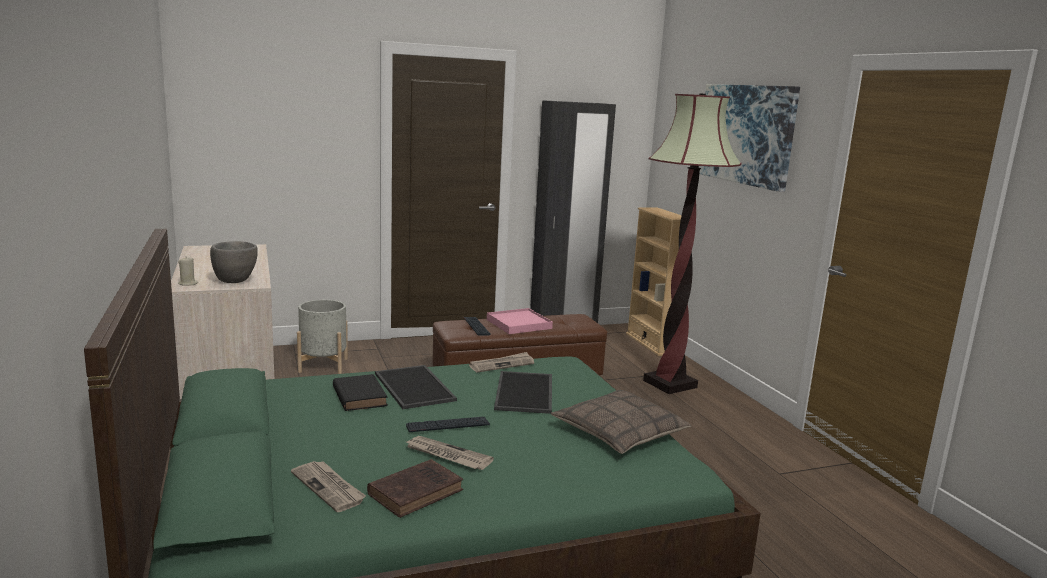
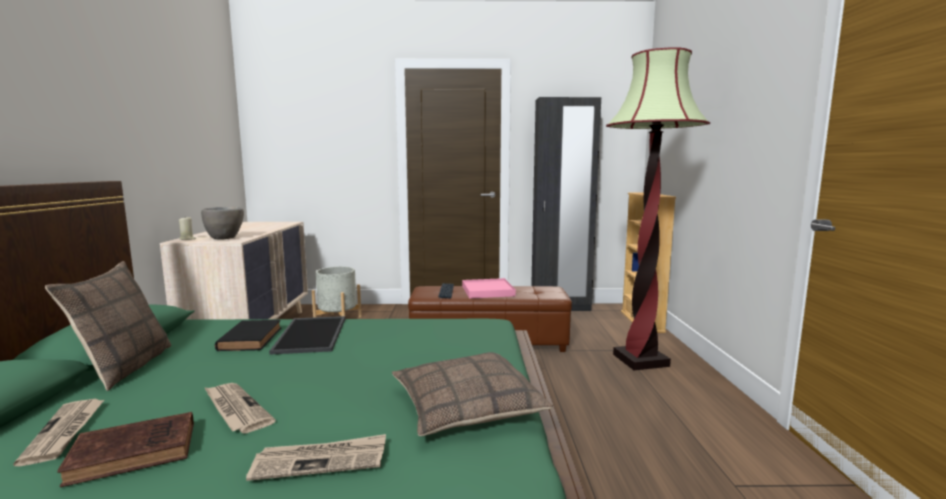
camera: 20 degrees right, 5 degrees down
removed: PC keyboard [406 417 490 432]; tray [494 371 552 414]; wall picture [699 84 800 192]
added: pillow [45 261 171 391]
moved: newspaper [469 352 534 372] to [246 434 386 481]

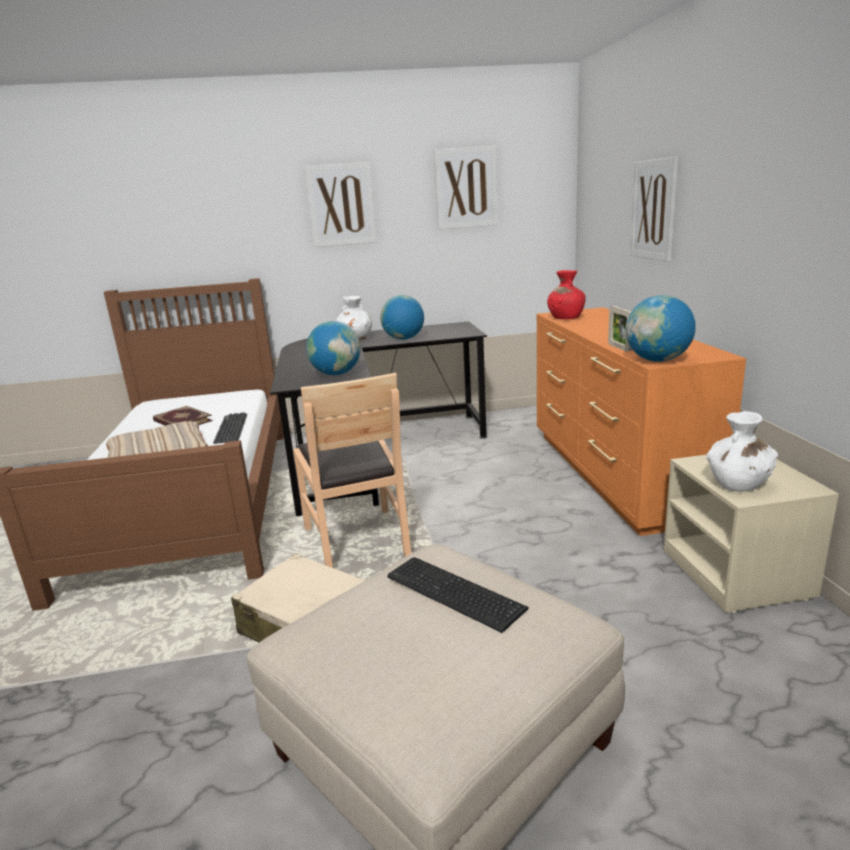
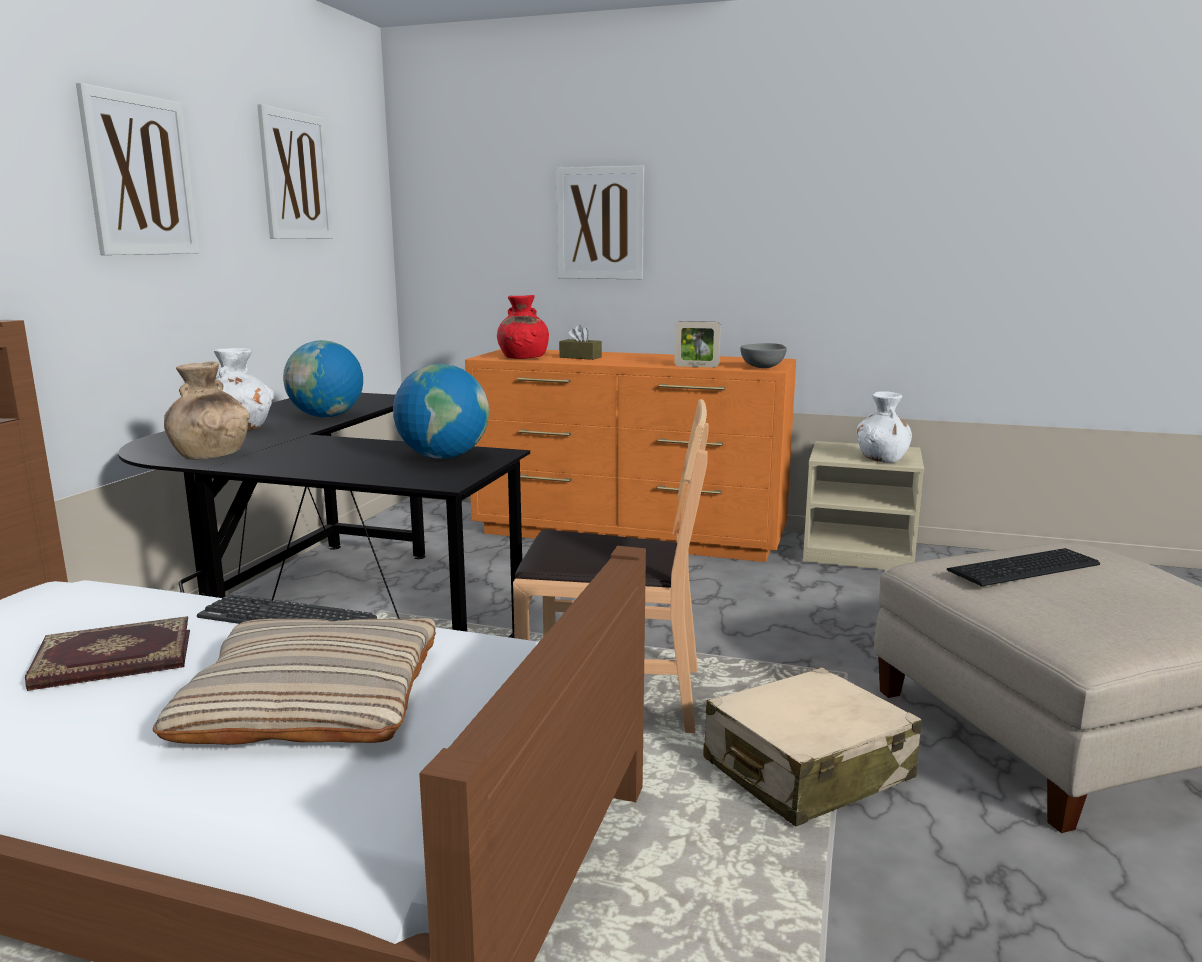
camera: 65 degrees left, 5 degrees down
added: decorative vase (brown) [164 361 250 460]; box of tissues (brown) [559 325 602 360]
replaced: desk globe [625 295 696 362] to deep dish (gray) [740 343 787 368]

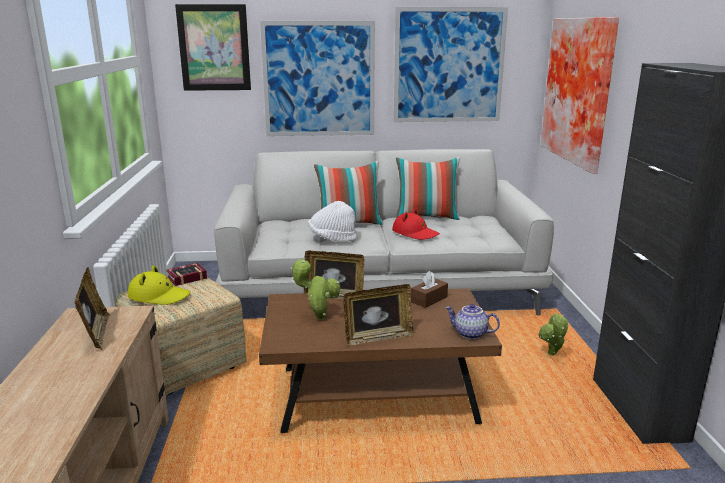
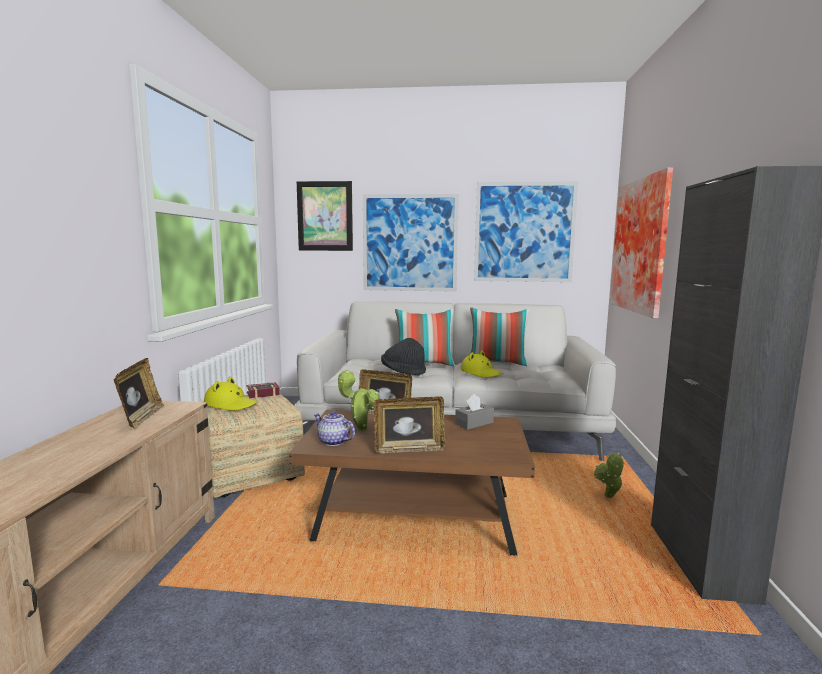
camera: 10 degrees right, 10 degrees down
moved: teapot [445 304 500 339] to [314 411 355 446]
recoloured: clothing hat (white-coloured) [308 201 357 242] to clothing hat (black) [381 338 426 375]; box of tissues (brown) [411 271 448 308] to box of tissues (gray) [455 394 494 430]; clothing hat (reddish) [392 209 440 240] to clothing hat (yellowish) [460 350 503 378]

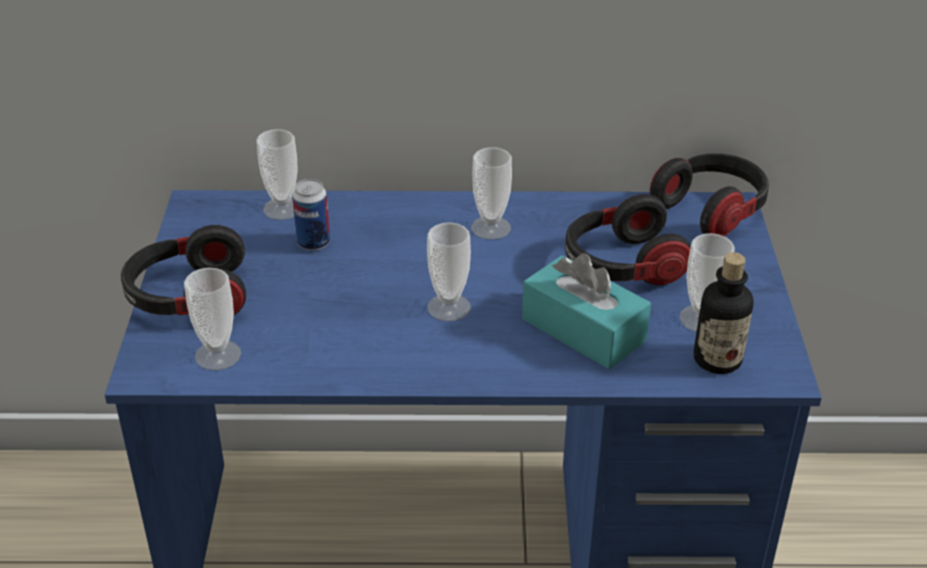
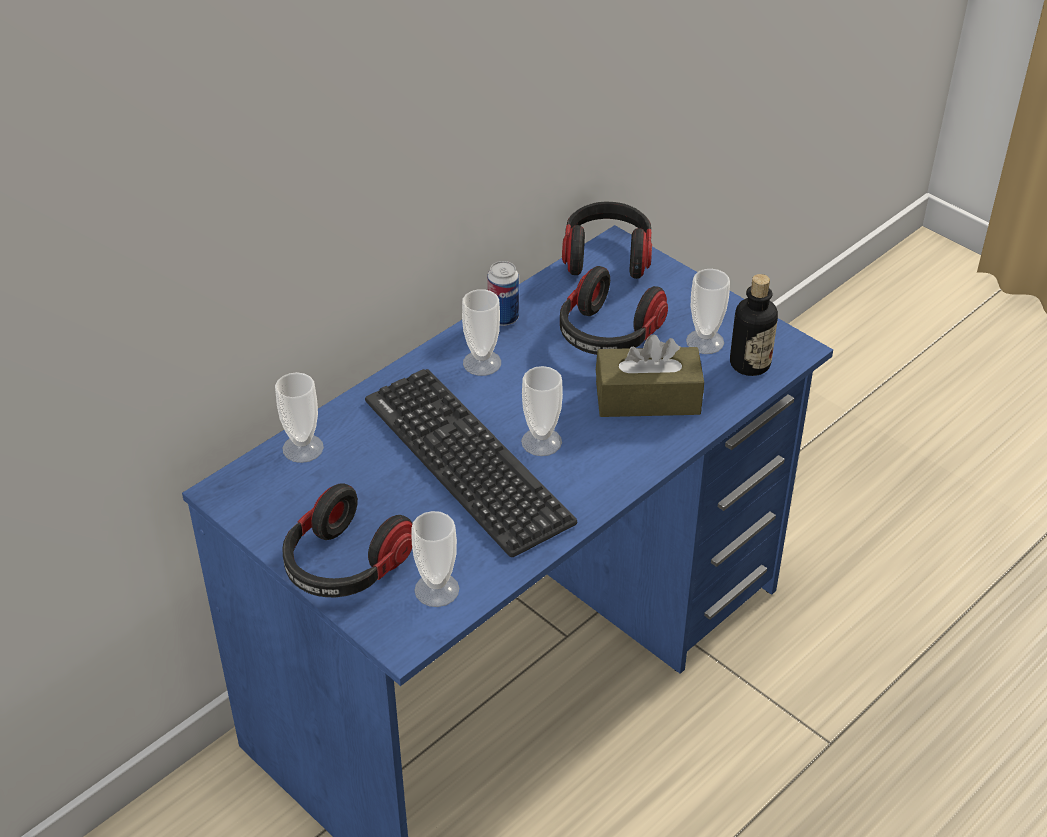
camera: 45 degrees left, 5 degrees up
added: PC keyboard [365 369 577 557]
moved: sealed can [292 179 330 251] to [487 261 519 326]
recoloured: box of tissues (blue-green) [522 253 651 370] to box of tissues (brown) [596 334 704 417]

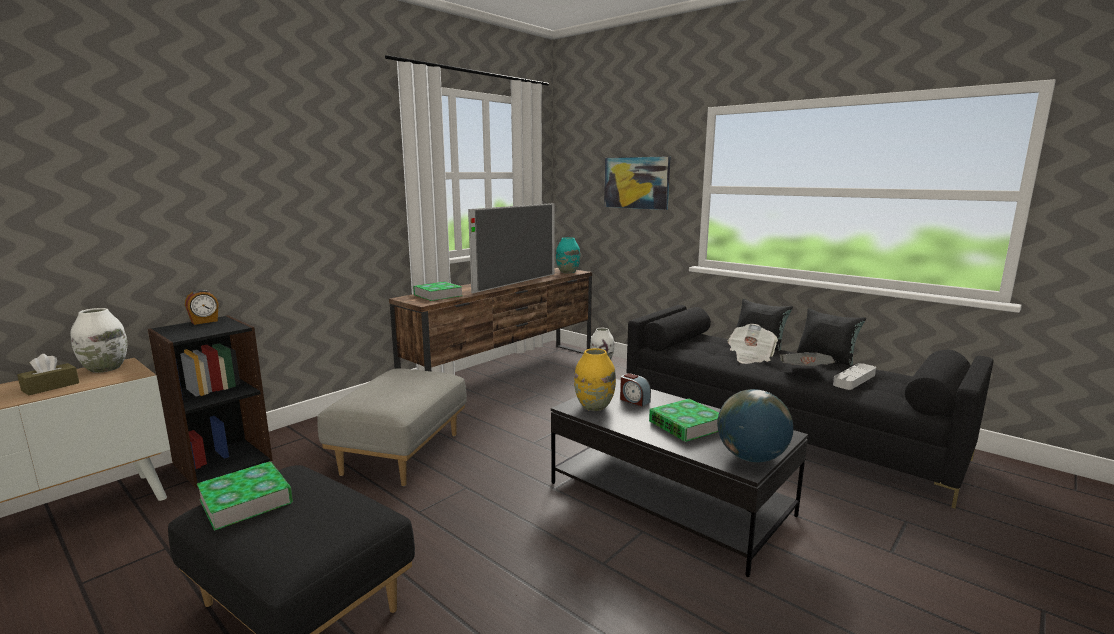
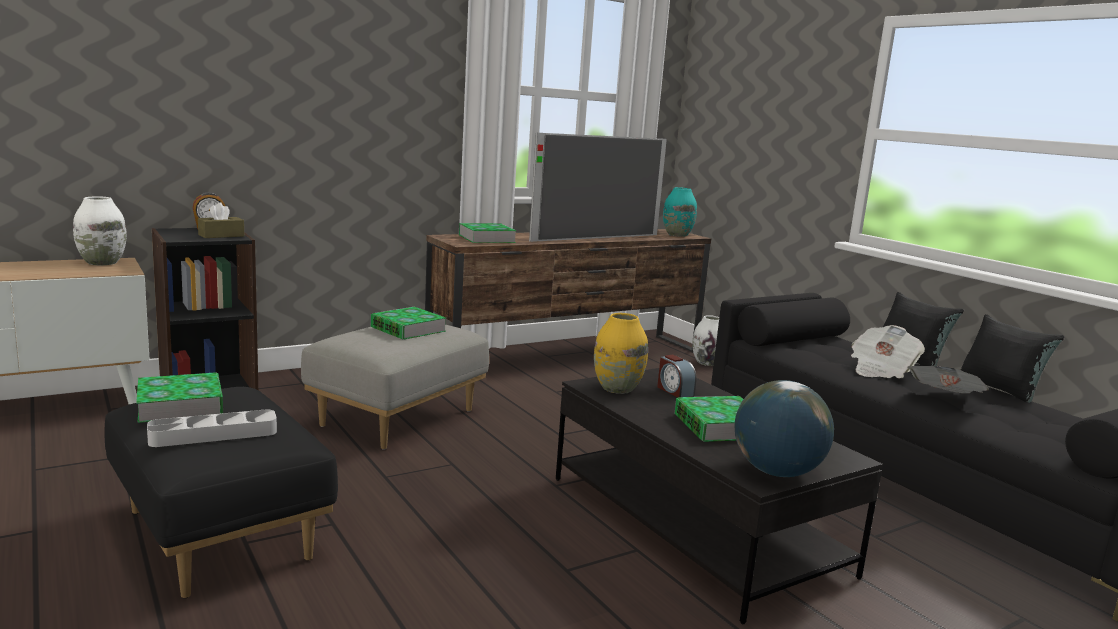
camera: 15 degrees right, 0 degrees up
removed: wall picture [604 156 670 210]
added: bound book [371 307 446 340]
moved: tray (gray) [833 363 876 390] to [147 410 277 447]; box of tissues (brown) [17 354 79 395] to [198 203 244 238]

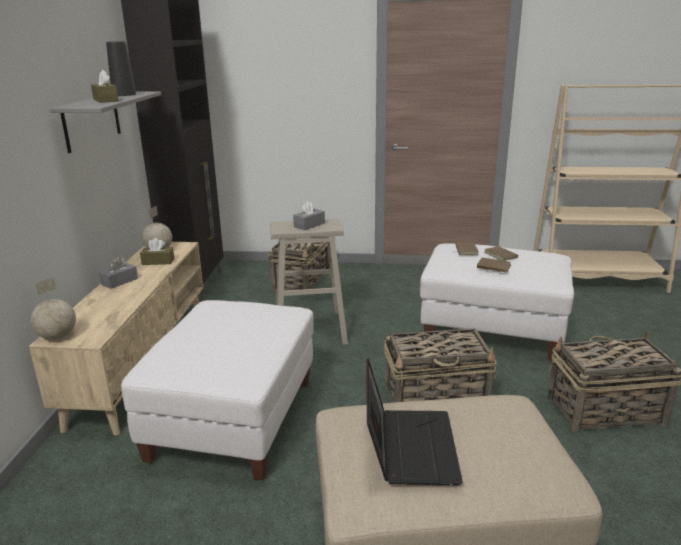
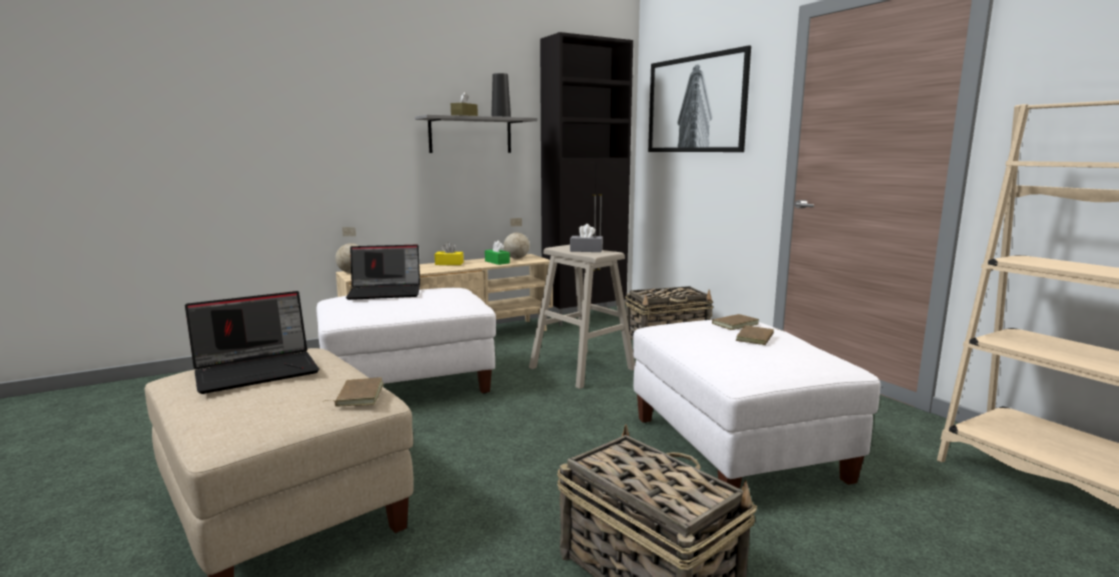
camera: 55 degrees right, 10 degrees down
removed: basket [384 329 497 403]
added: laptop [346 245 420 300]; wall picture [648 46 751 152]
moved: bound book (brown) [477 258 511 273] to [323 377 384 407]
recoloured: box of tissues (gray) [99 257 138 289] to box of tissues (yellowish) [435 242 464 265]; box of tissues (brown) [140 238 174 265] to box of tissues (green-coloured) [485 240 510 265]

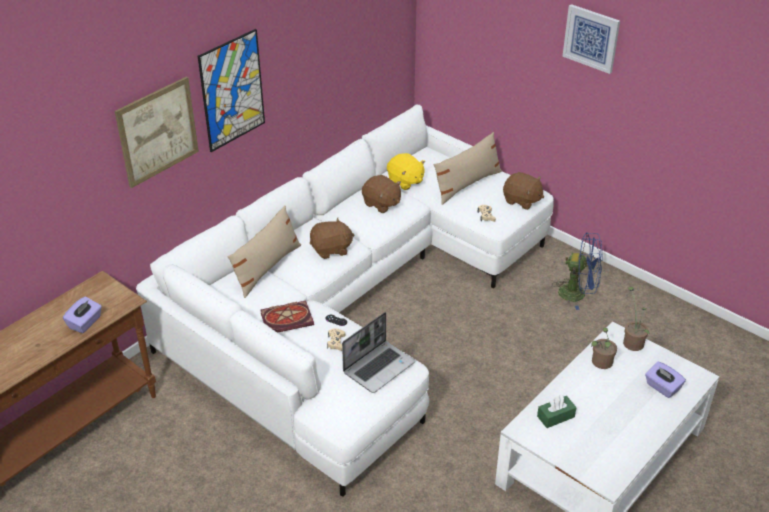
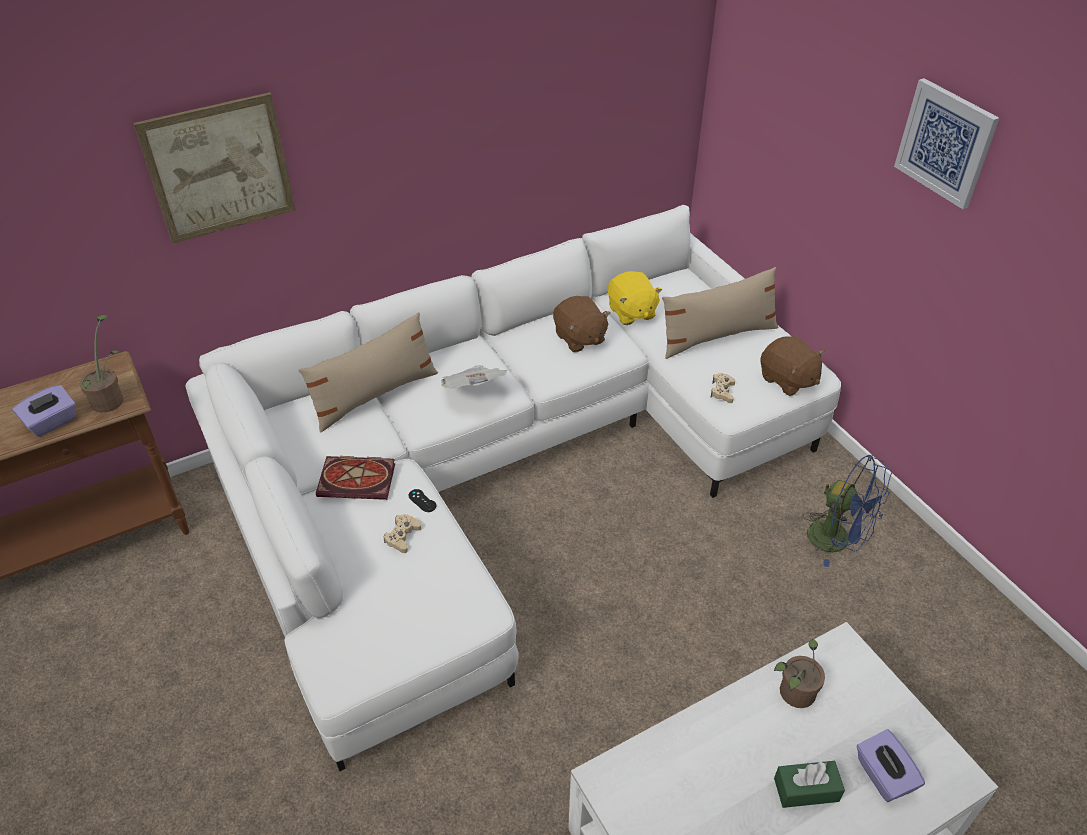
camera: 20 degrees right, 5 degrees up
removed: wall picture [198 29 265 152]; laptop [342 312 415 393]
moved: plant in a pot [623 287 650 351] to [79 315 124 413]; box of tissues (green-coloured) [537 395 577 428] to [774 761 845 808]
replaced: soft toy (brown) [310 218 355 259] to newspaper [441 365 507 389]

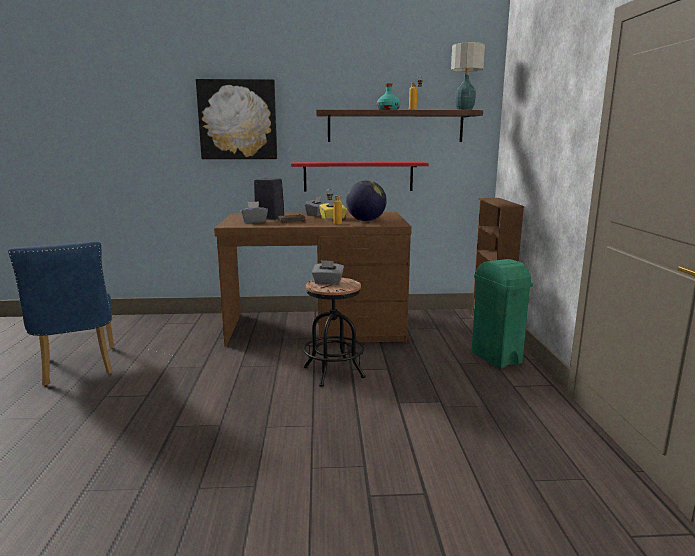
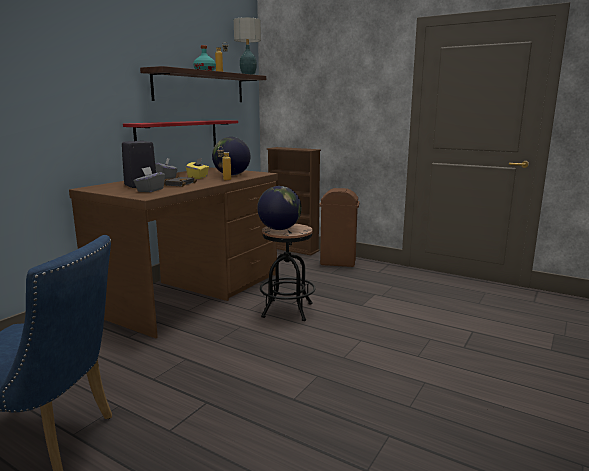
camera: 55 degrees left, 0 degrees up
removed: wall picture [196 79 277 159]
replaced: box of tissues (gray) [312 260 344 284] to desk globe [257 186 302 230]
recoloured: trash can (green-coloured) [472 259 533 368] to trash can (brown) [319 188 360 267]

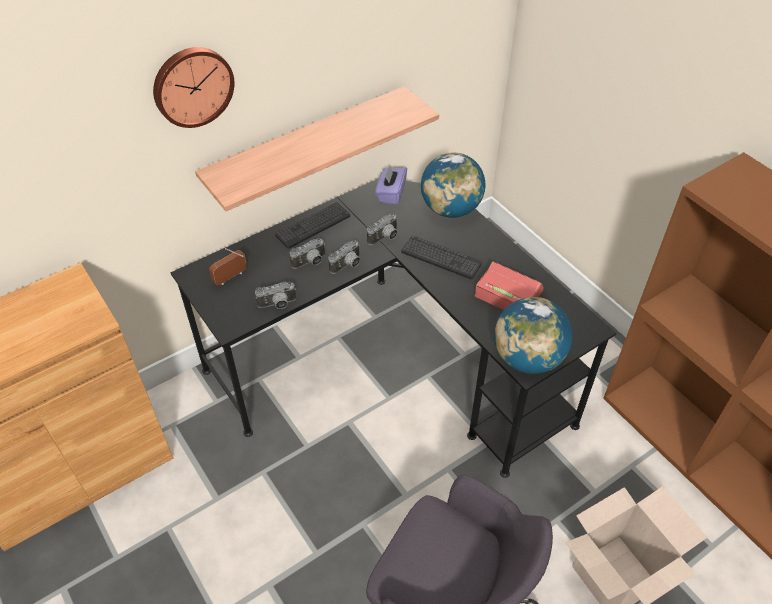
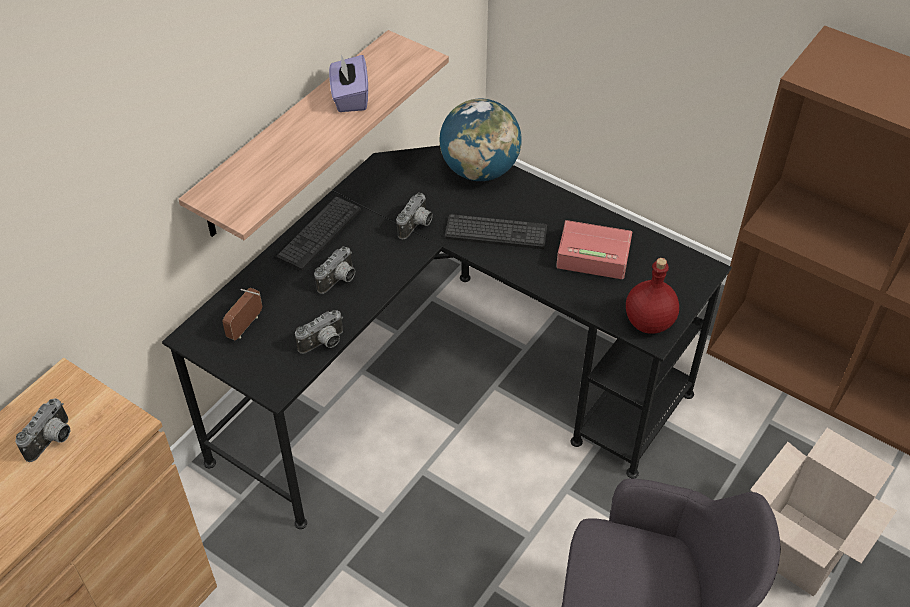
camera: 20 degrees left, 0 degrees up
removed: wall clock [153 47 234 128]
moved: photo camera [328 240 360 274] to [15 399 71 462]; box of tissues (purplish) [375 165 407 205] to [329 54 368 112]
replaced: desk globe [494 297 572 374] to drink bottle (reddish) [626 258 679 334]

